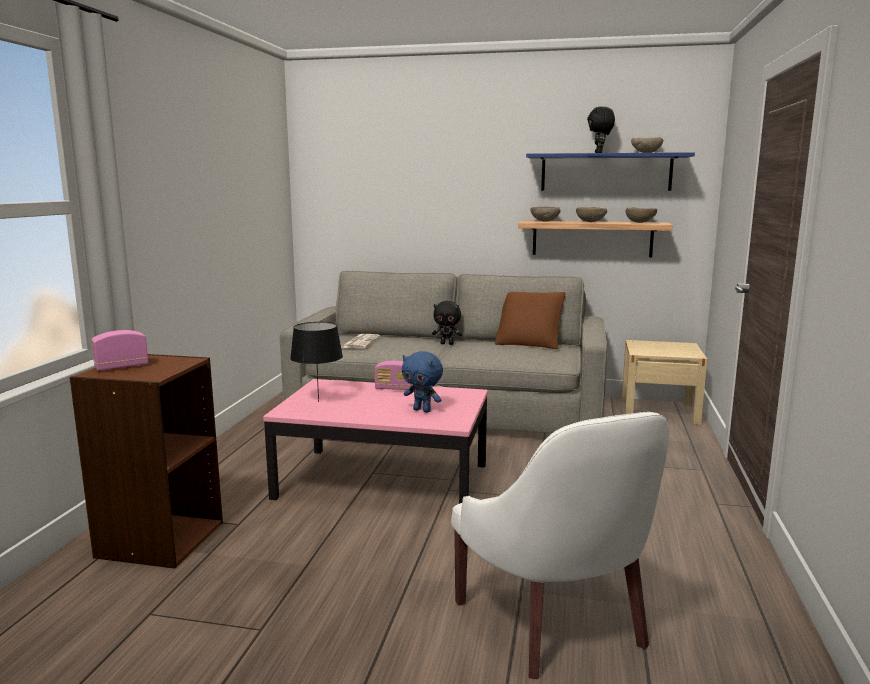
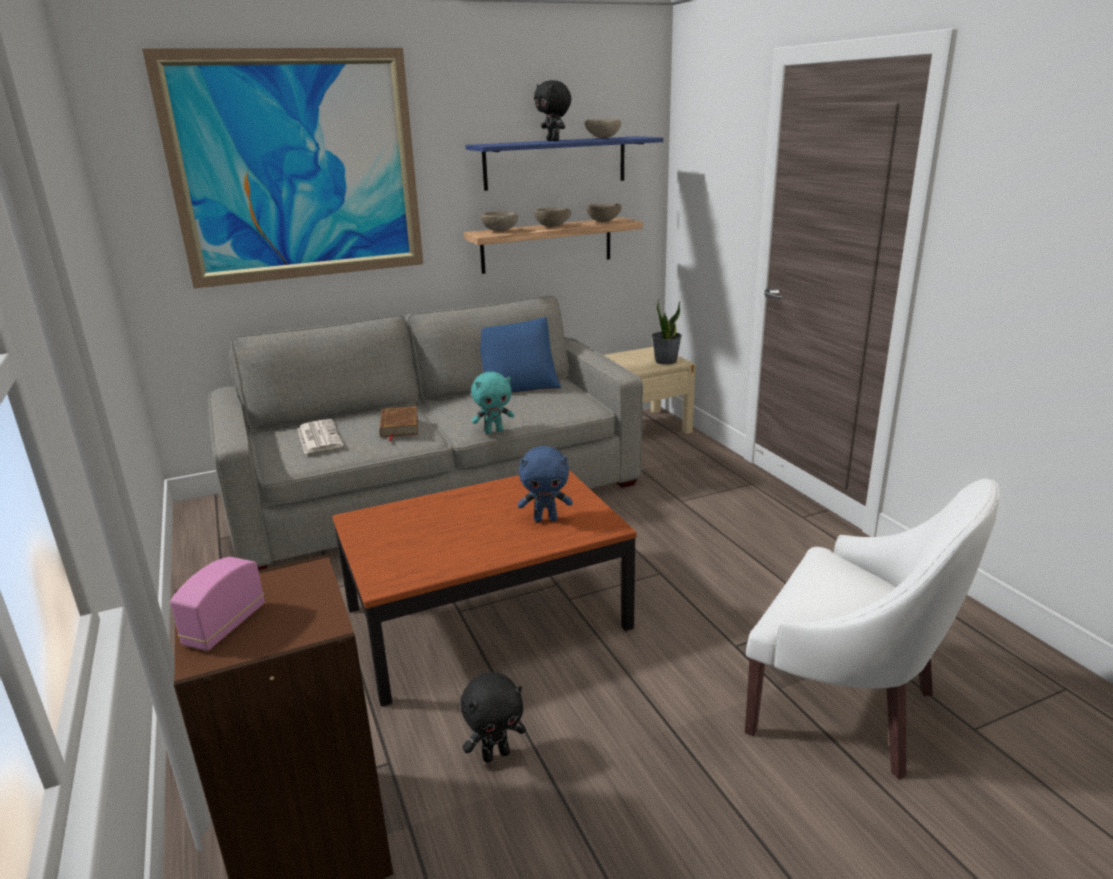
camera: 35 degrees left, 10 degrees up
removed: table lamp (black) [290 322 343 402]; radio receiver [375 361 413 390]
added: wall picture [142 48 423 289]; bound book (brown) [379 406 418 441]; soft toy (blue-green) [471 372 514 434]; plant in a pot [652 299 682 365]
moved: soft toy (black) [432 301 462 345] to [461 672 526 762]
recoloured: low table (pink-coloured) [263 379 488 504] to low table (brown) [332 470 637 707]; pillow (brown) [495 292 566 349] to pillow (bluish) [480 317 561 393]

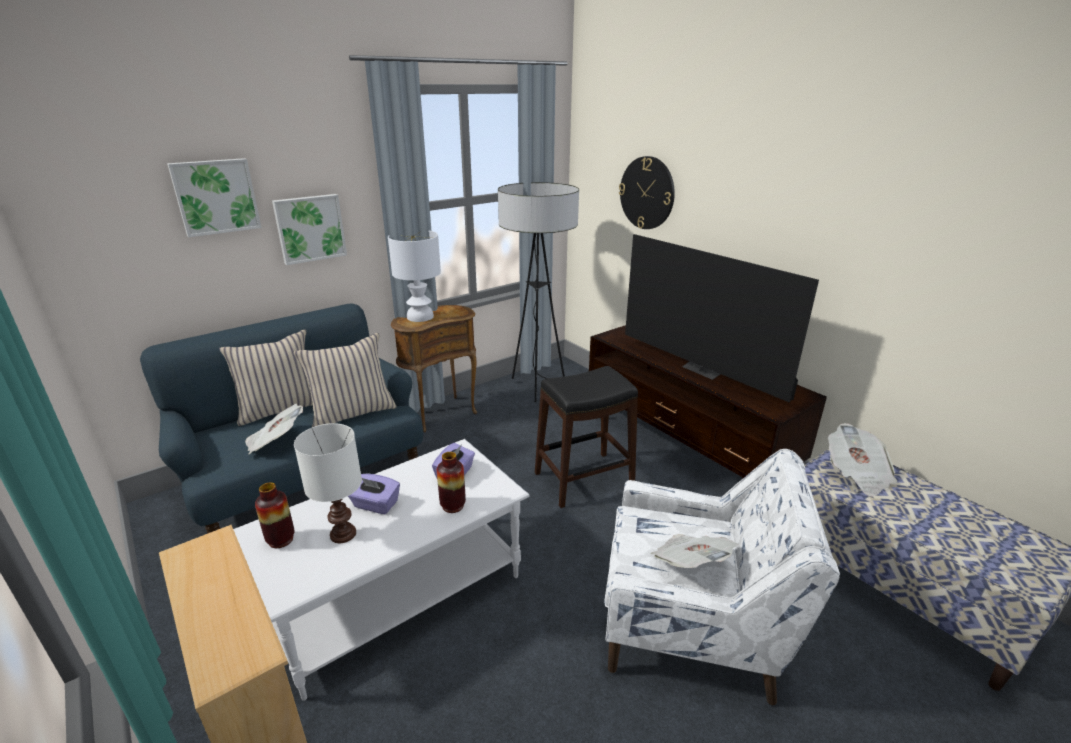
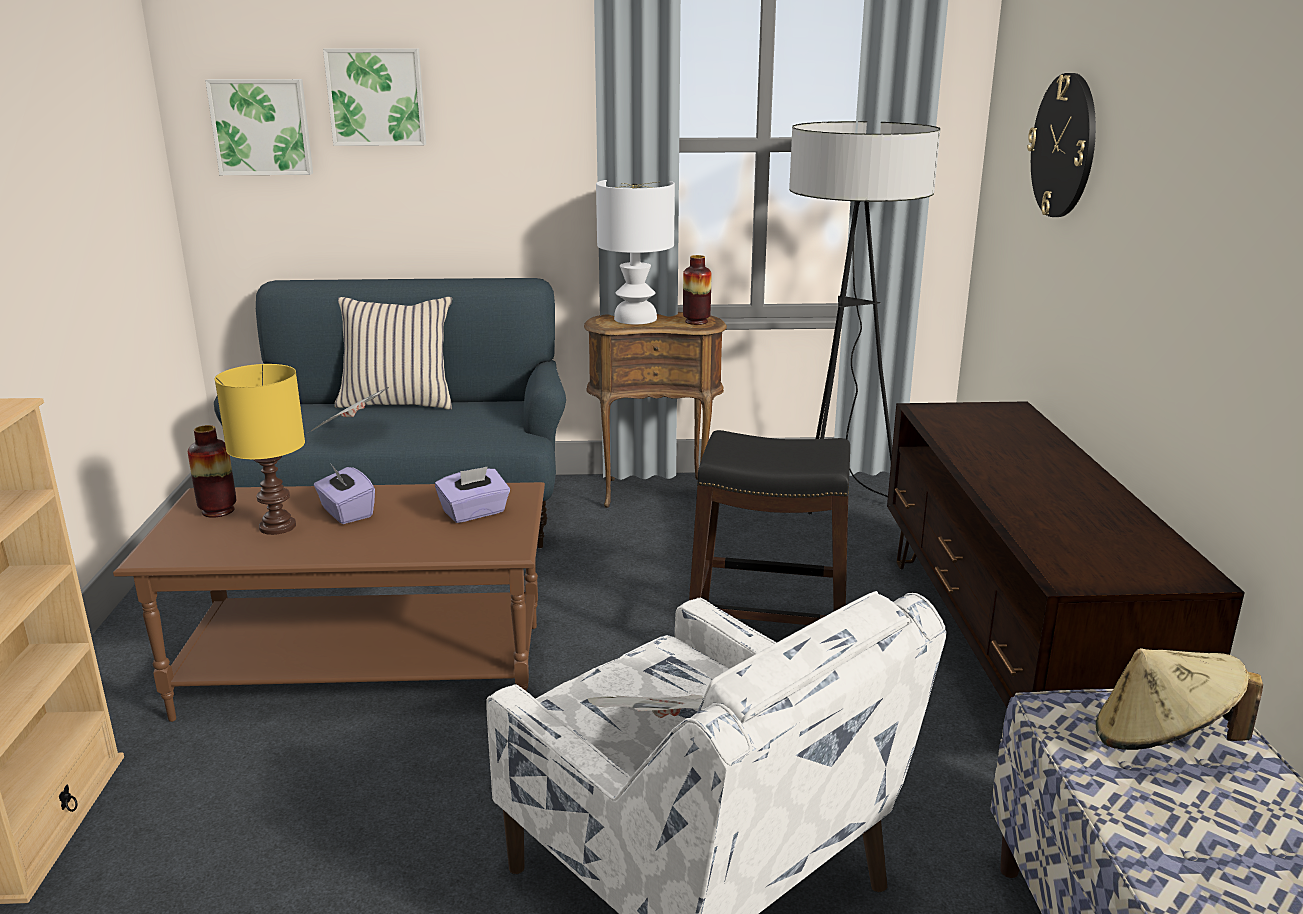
camera: 35 degrees right, 5 degrees down
removed: pillow (sand-coloured) [293 333 397 427]; television [625 234 819 402]
moved: wall picture [272 194 347 265] to [205 79 313 175]; decorative vase [437 452 466 513] to [683 255 711 325]
replaced: newspaper [828 423 897 497] to clothing hat (sand-coloured) [1096 648 1263 750]
recoloured: low table (white-coloured) [233 439 530 701] to low table (brown) [113 482 545 722]; table lamp (white-coloured) [294 423 362 543] to table lamp (yellowish) [215 364 305 535]

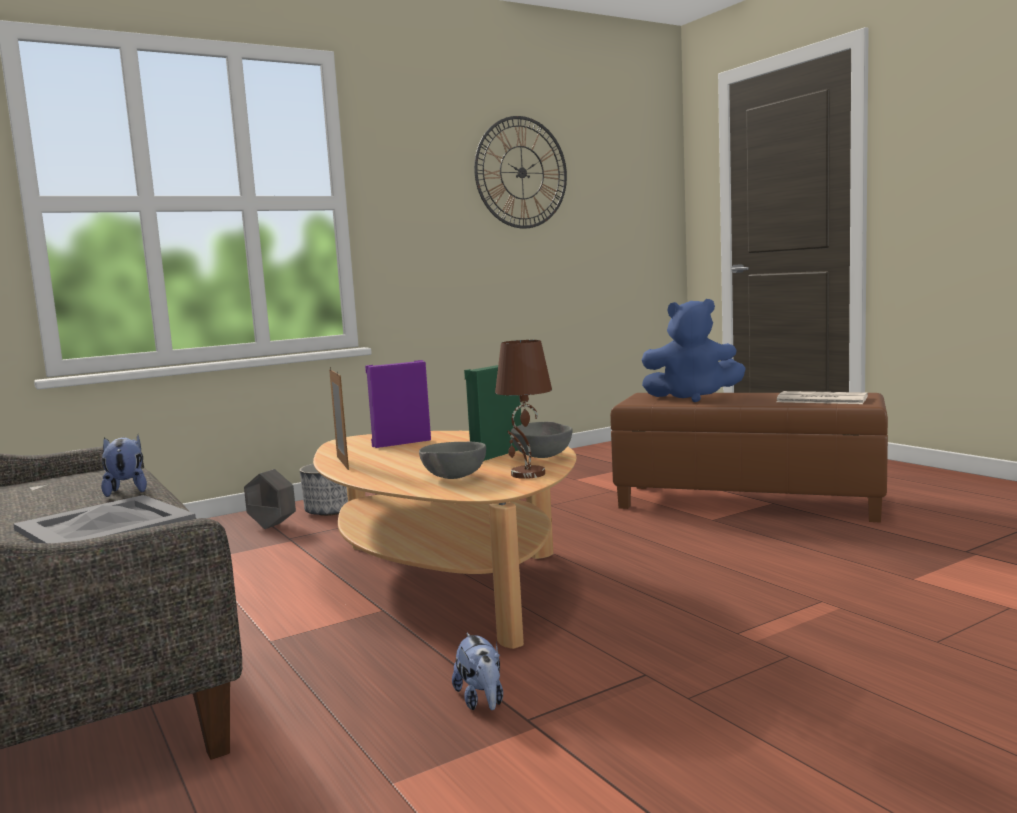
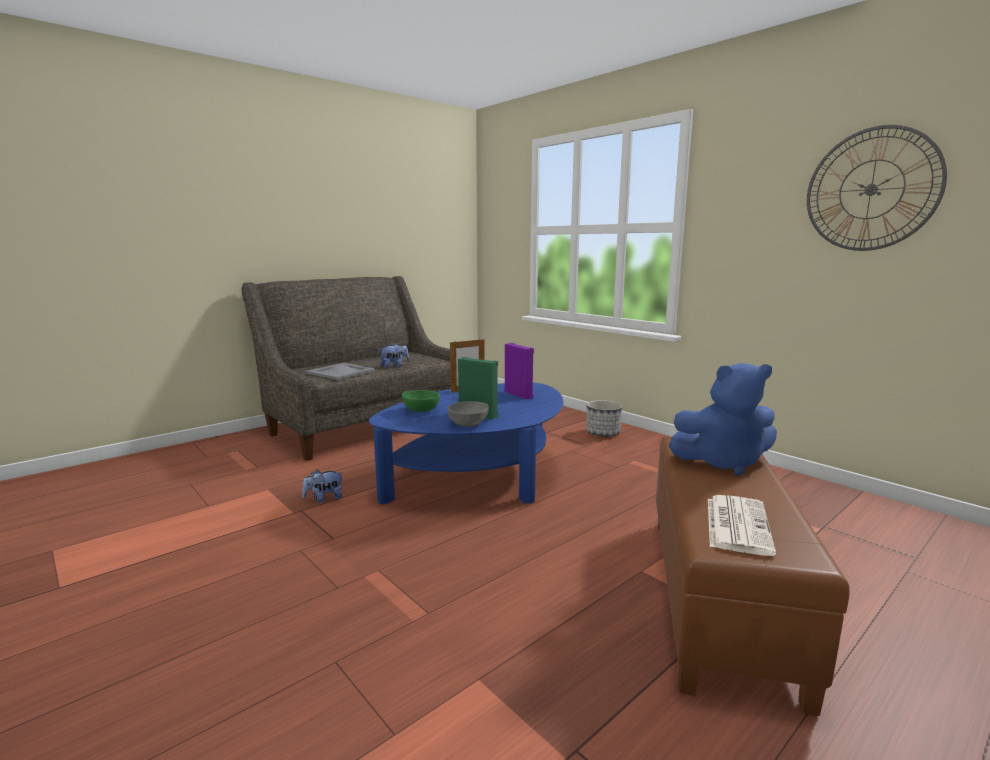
camera: 80 degrees right, 5 degrees up
removed: planter (gray) [244 469 296 529]; table lamp (brown) [495 340 552 479]
recoloured: low table (sand-coloured) [313 431 577 649] to low table (bluish) [369 383 564 504]; deep dish (gray) [419 442 486 479] to deep dish (green-coloured) [402 390 440 412]
turned: soft toy (bluish) [642 299 746 402] = [669 363 777 476] 90 degrees counterclockwise

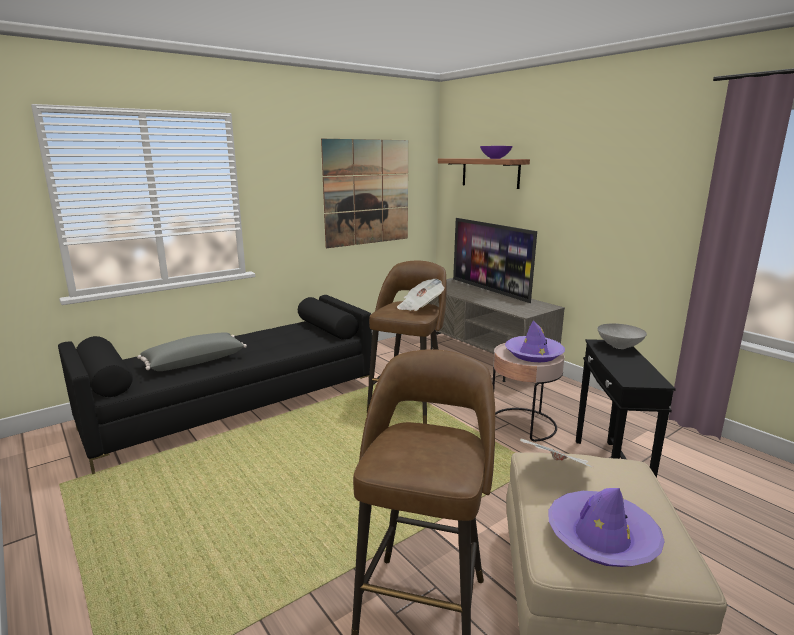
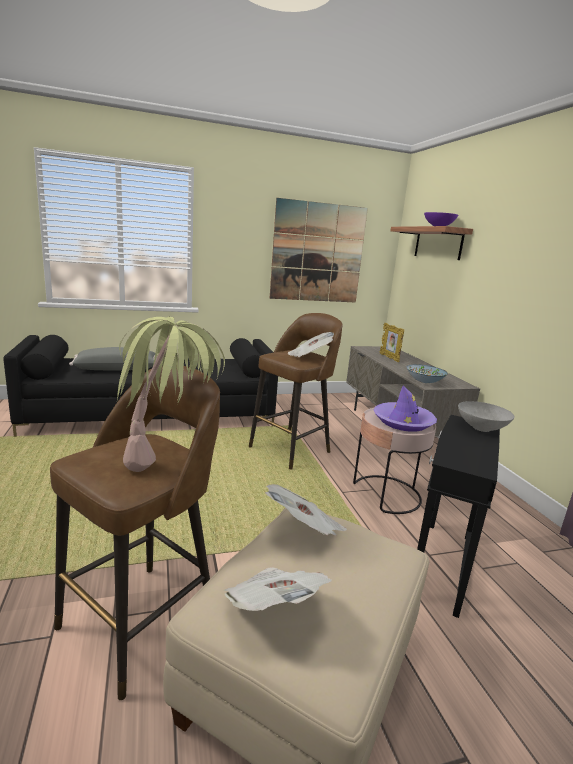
camera: 20 degrees right, 0 degrees up
removed: television [453 218 537 303]
added: plant in a pot [117 317 225 472]; picture frame [379 323 404 362]; deep dish [407 364 448 383]
replaced: clothing hat (purplish) [549 488 665 567] to newspaper [224 567 332 611]

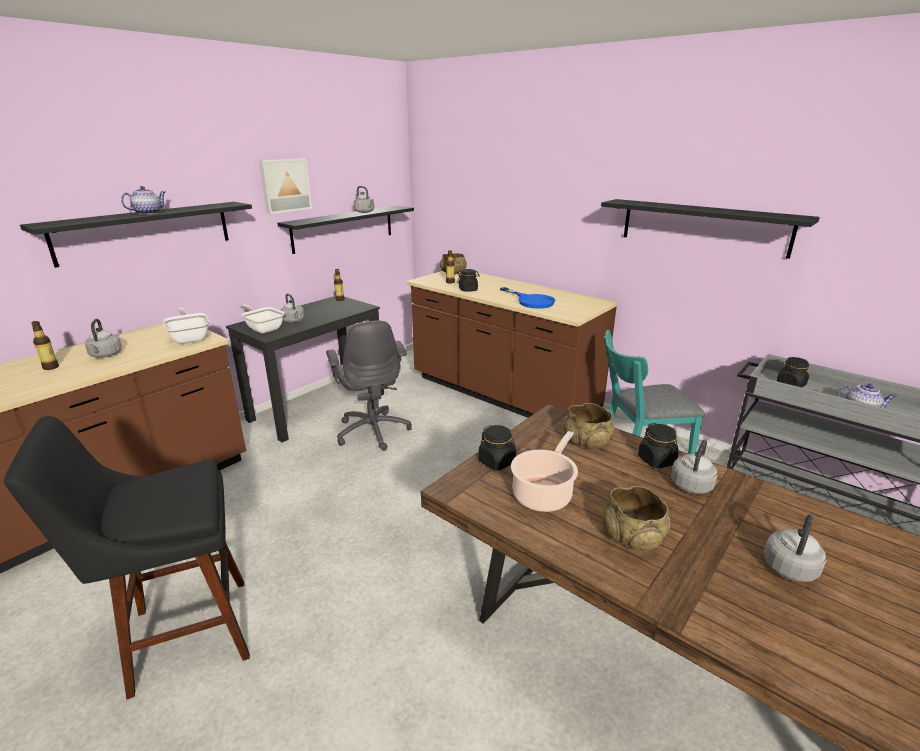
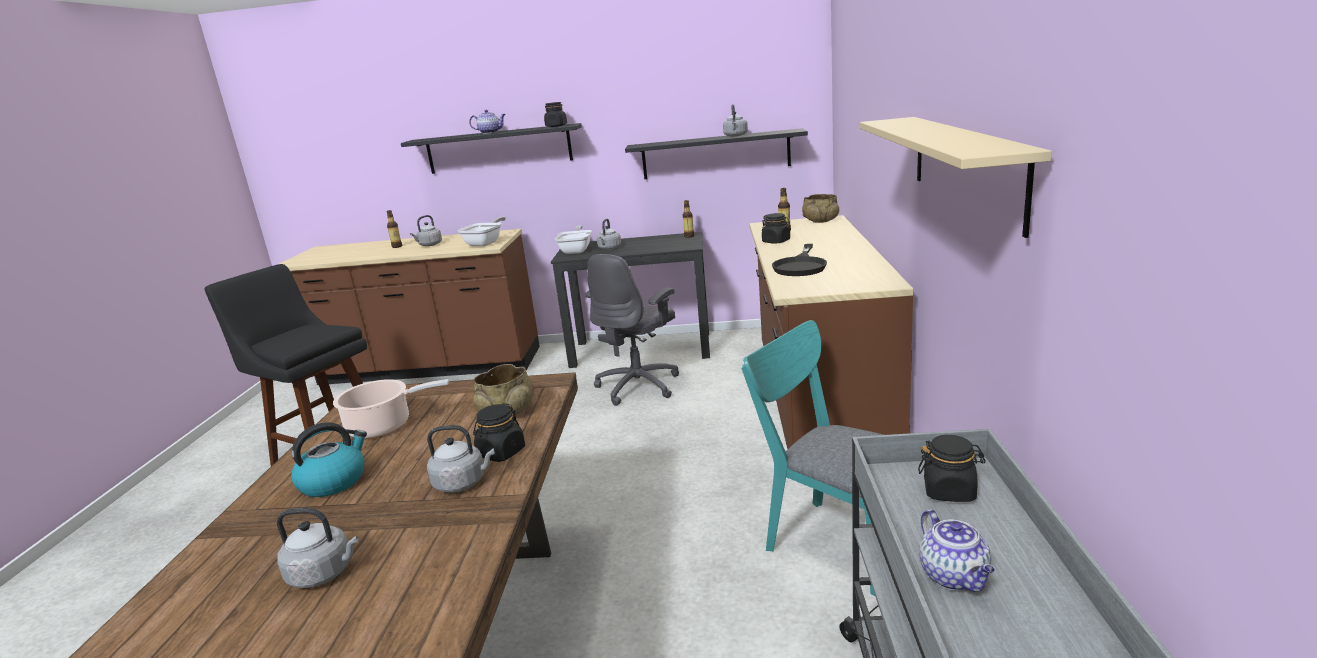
camera: 55 degrees right, 5 degrees down
removed: wall picture [259 158 312 214]
moved: storage jar (black) [478 425 516 471] to [544 102 567 127]
replaced: deep dish (sand-coloured) [602 486 670 551] to tea kettle [291 422 367 497]
recoloured: pan (bluish) [500 287 555 309] to pan (black) [772 244 827 276]; shelf (black) [601 199 820 259] to shelf (sand-coloured) [860 117 1052 238]

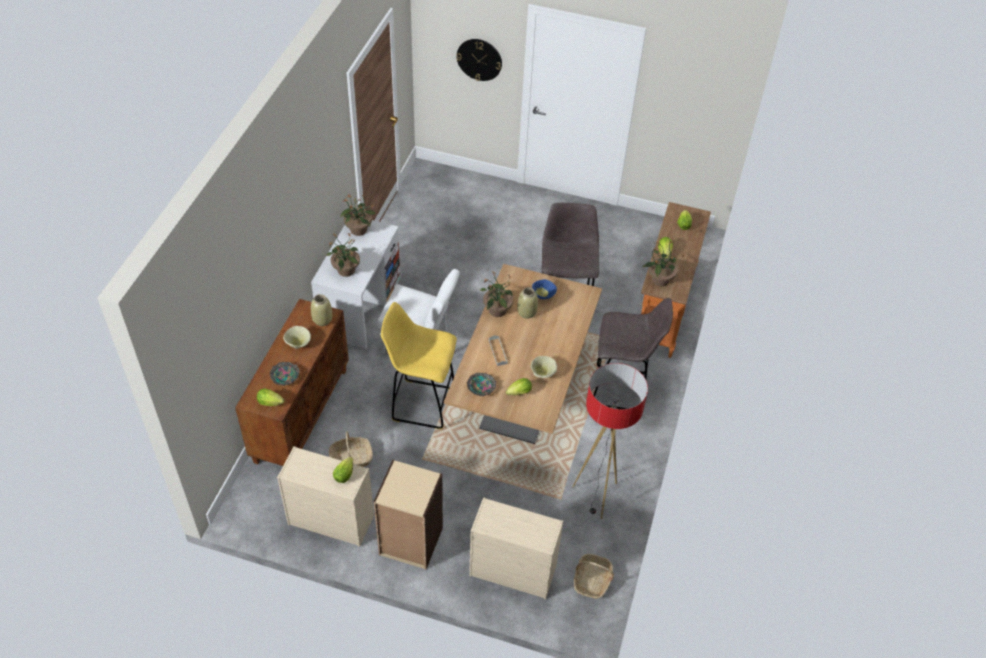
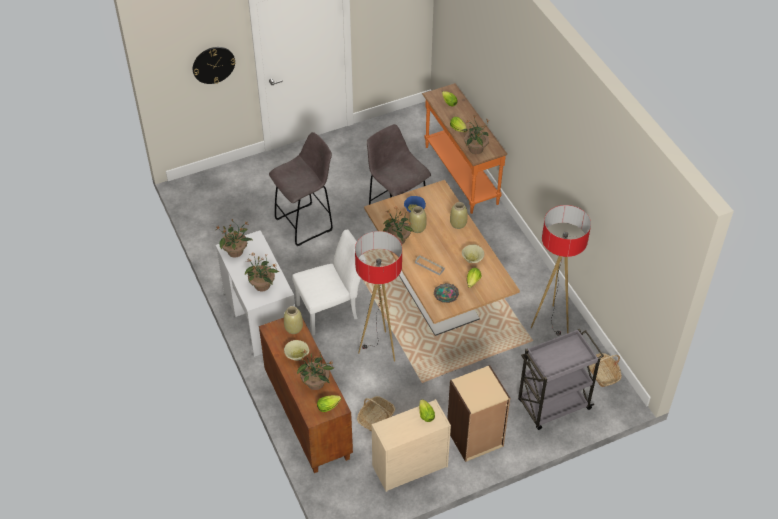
camera: 40 degrees left, 0 degrees up
added: decorative vase (sand-coloured) [450 202 468 229]
moved: sitting stool (gray) [594 298 673 409] to [269 132 333 246]
replaced: deep dish [270 362 300 386] to plant in a pot [297 349 334 390]; sitting stool (yellowish) [381 302 457 429] to floor lamp [355 231 402 362]; drawer chest (sand-coloured) [469 497 563 599] to wheeled cart (gray) [518 329 604 430]

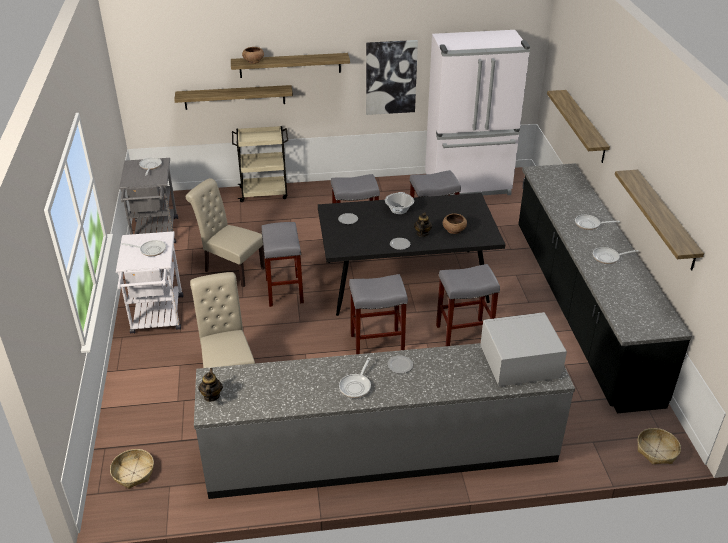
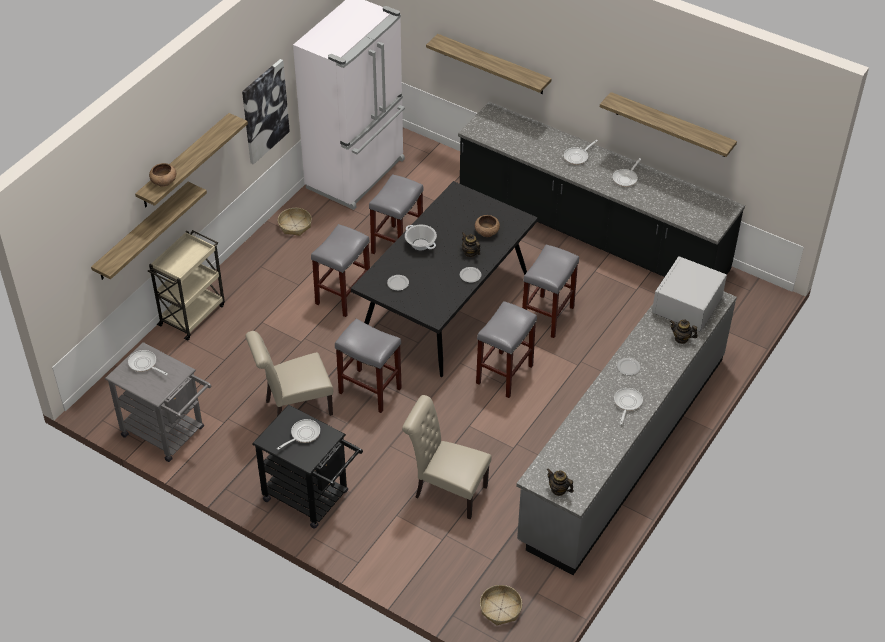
camera: 50 degrees left, 10 degrees up
added: teapot [670 319 698 344]
moved: basket [638 428 681 464] to [278 208 312 236]
recoloured: wheeled cart (white-coloured) [116 231 183 334] to wheeled cart (black) [252 404 363 529]
turned: pan [339 357 371 398] = [614 388 643 425] 135 degrees counterclockwise

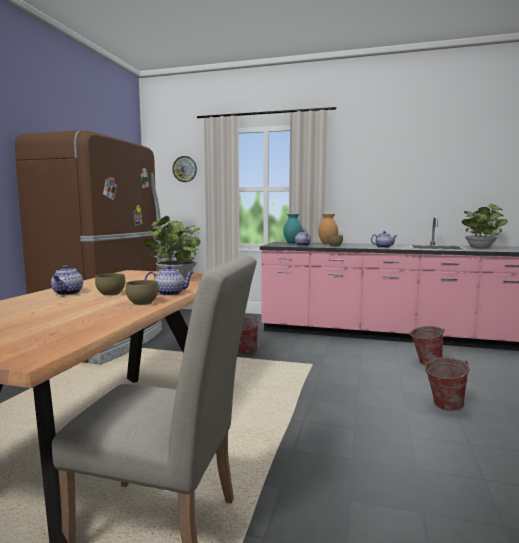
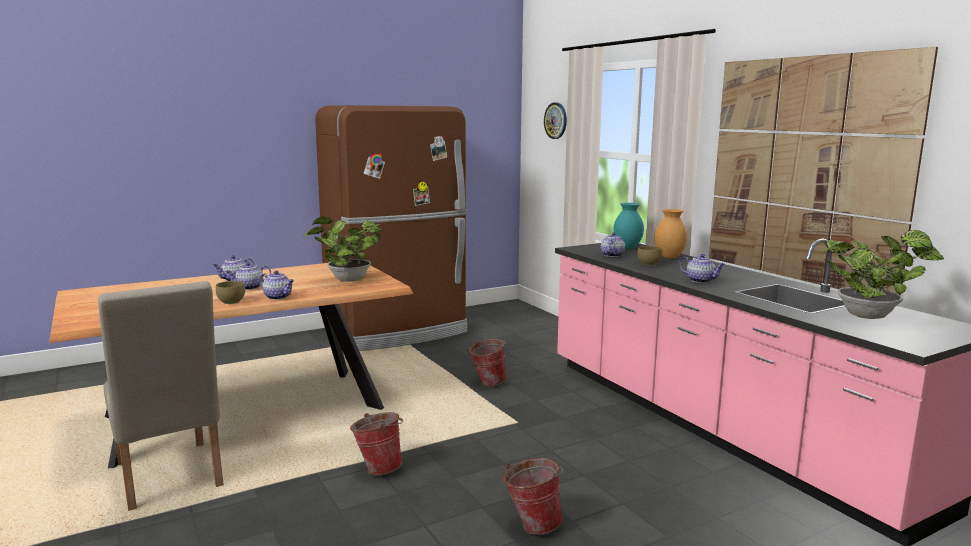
camera: 45 degrees right, 5 degrees up
added: wall picture [709 47 938 295]
moved: water bucket [409 326 445 365] to [350 412 403 475]
replaced: deep dish (brown) [95 273 125 296] to teapot [225 262 271 290]

